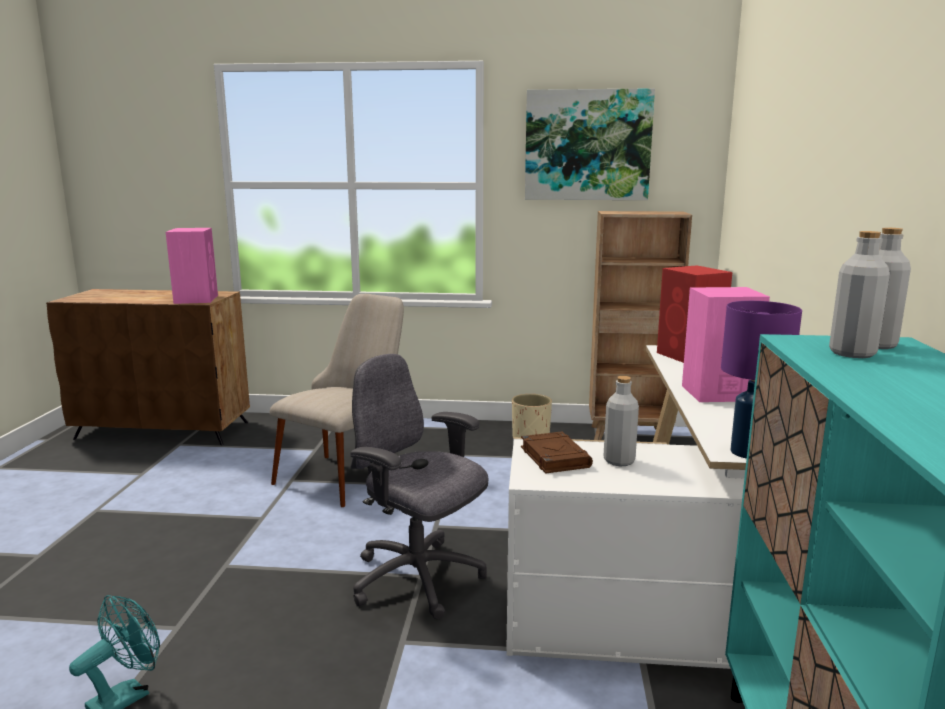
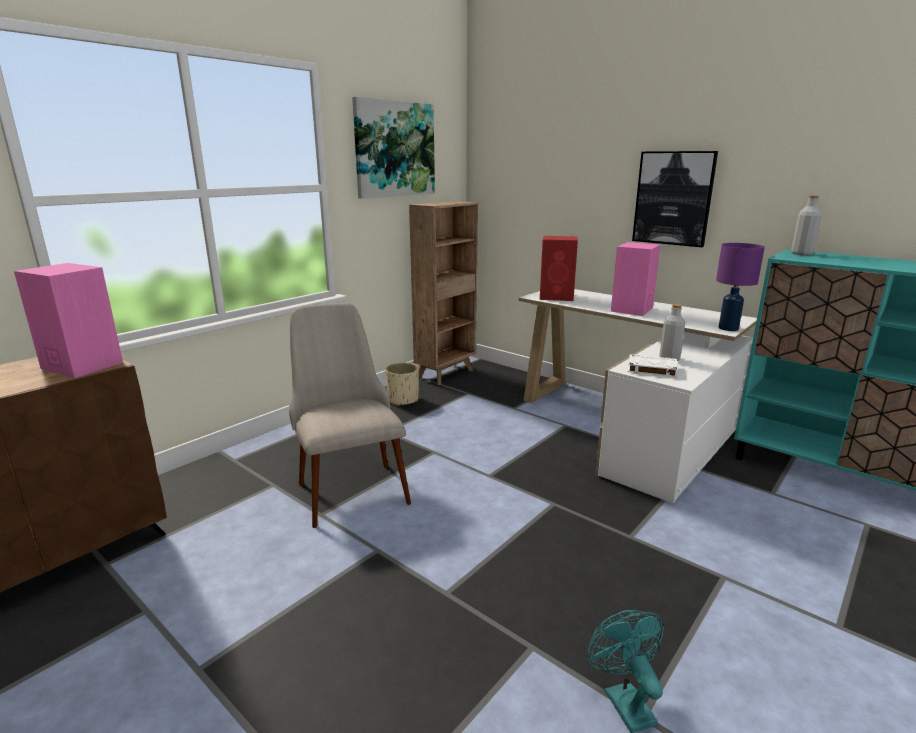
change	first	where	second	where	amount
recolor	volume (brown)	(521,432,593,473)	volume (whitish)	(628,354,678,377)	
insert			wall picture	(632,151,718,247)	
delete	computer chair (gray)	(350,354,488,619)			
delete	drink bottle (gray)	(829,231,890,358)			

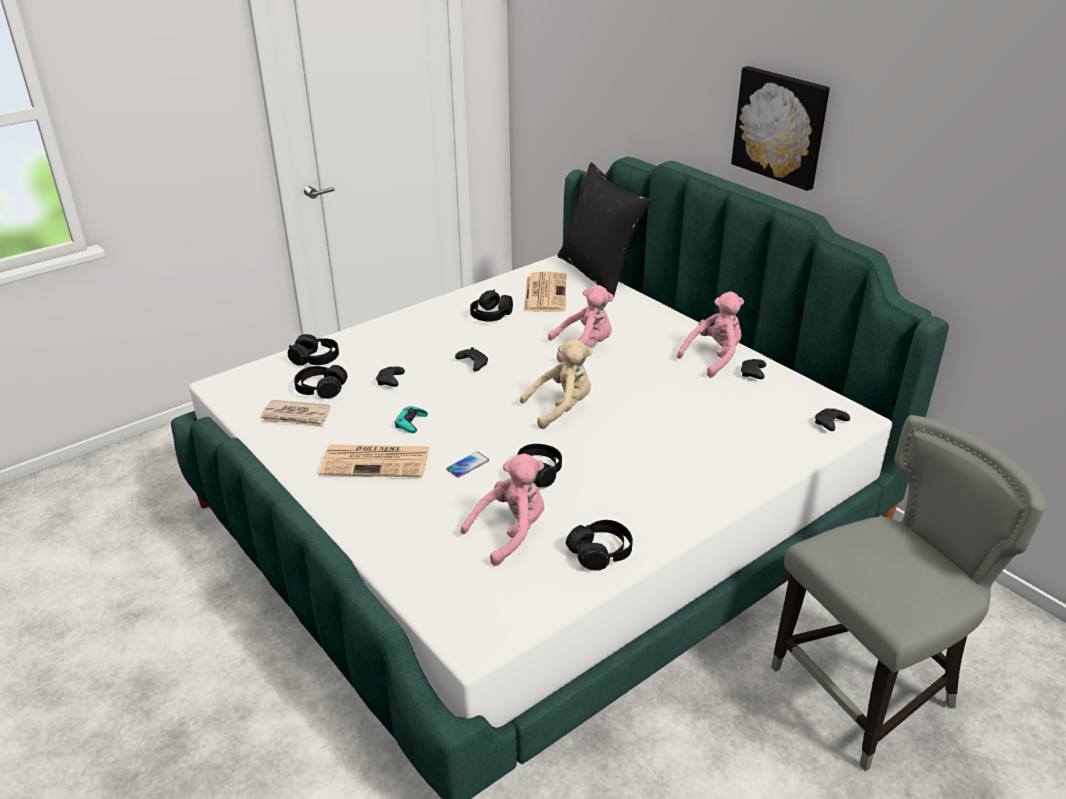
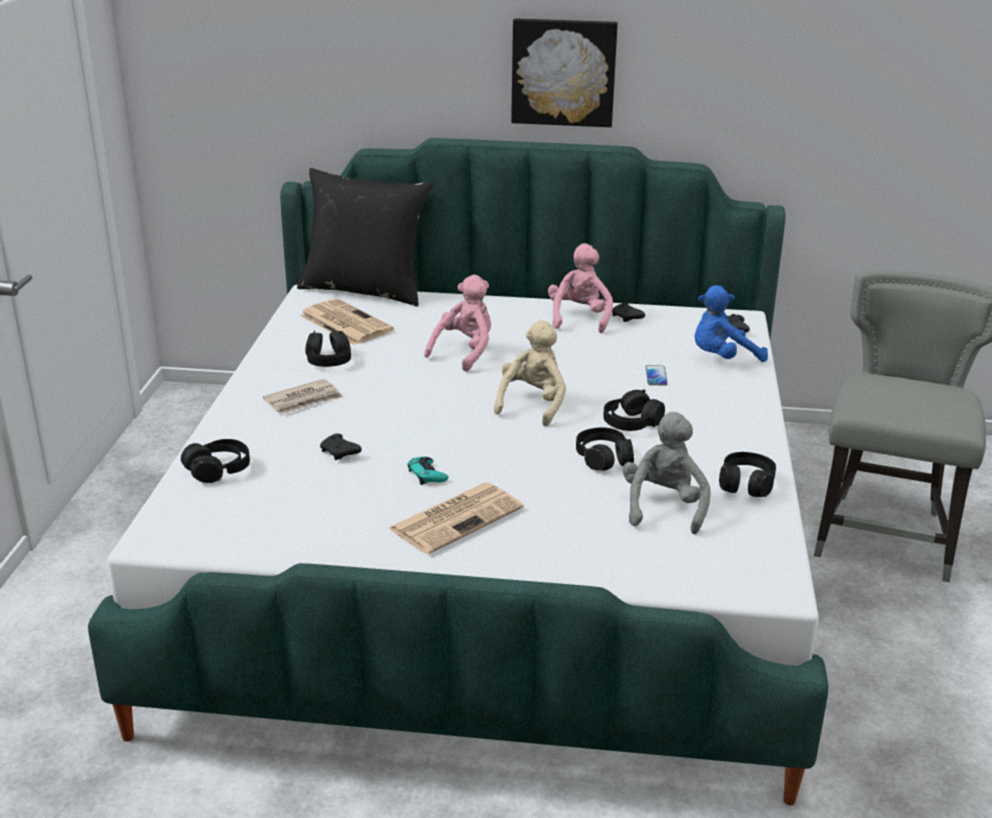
change	first	where	second	where	amount
move	printed paper	(261,400,330,427)		(263,379,343,414)	
move	headset (black-coloured)	(294,365,348,399)		(603,389,665,431)	
recolor	soft toy (pink-coloured)	(461,453,544,566)	soft toy (gray)	(623,412,711,534)	
move	handset	(446,452,489,478)		(646,365,667,386)	
insert			soft toy (bluish)	(695,285,768,362)	
delete	joypad (black-coloured)	(455,347,488,372)			

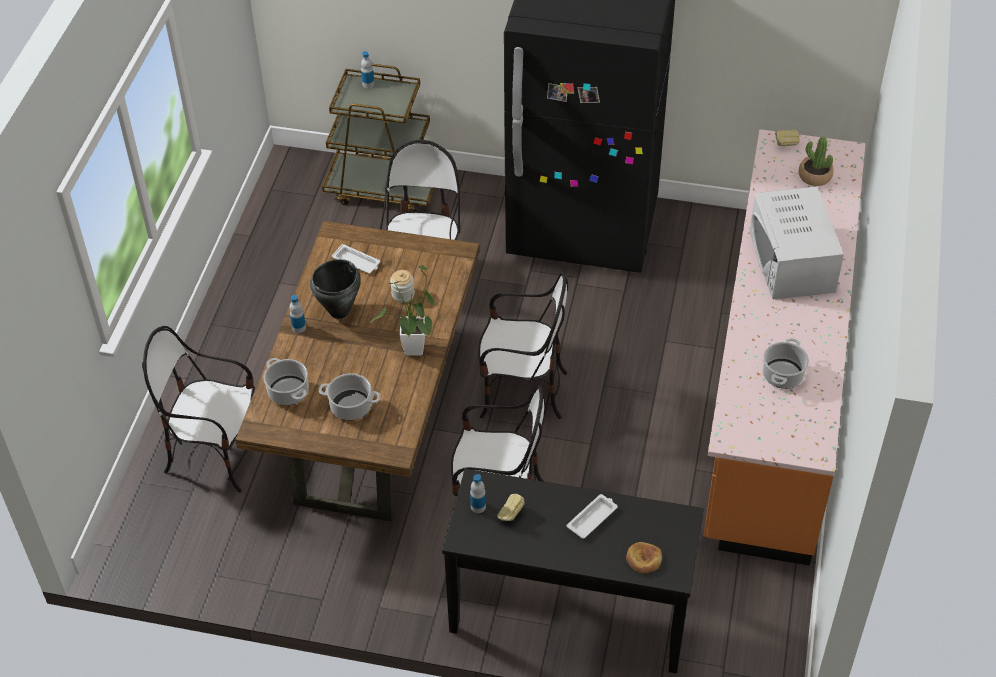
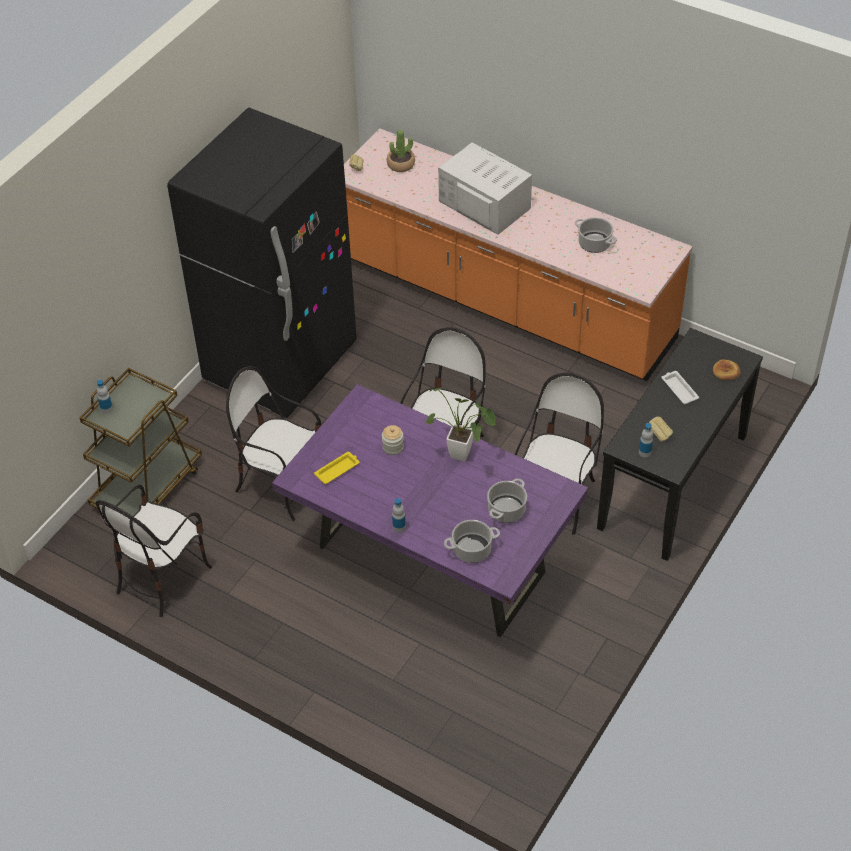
change	first	where	second	where	amount
move	upright chair	(142,326,255,493)		(96,485,212,617)	
recolor	dining table (brown)	(235,221,479,522)	dining table (purple-coloured)	(272,384,588,637)	
recolor	carrying tray (whitish)	(332,244,380,273)	carrying tray (yellowish)	(314,452,359,484)	
rotate	microwave (whitish)	(749,187,844,299)		(438,142,532,235)	150 degrees counterclockwise
delete	cooking pot (black-coloured)	(310,259,361,319)			

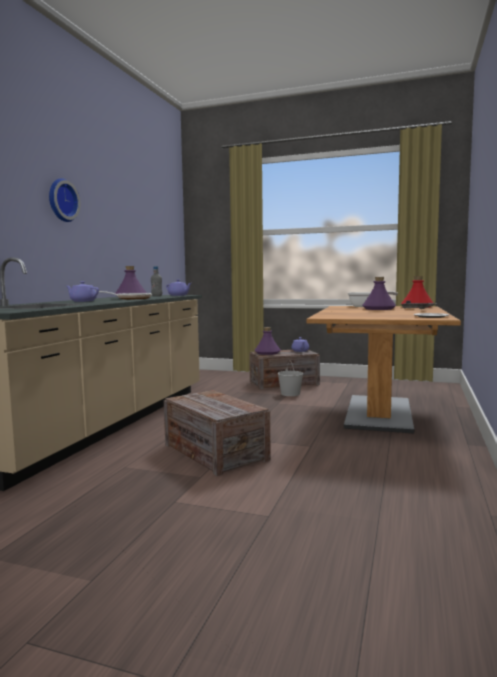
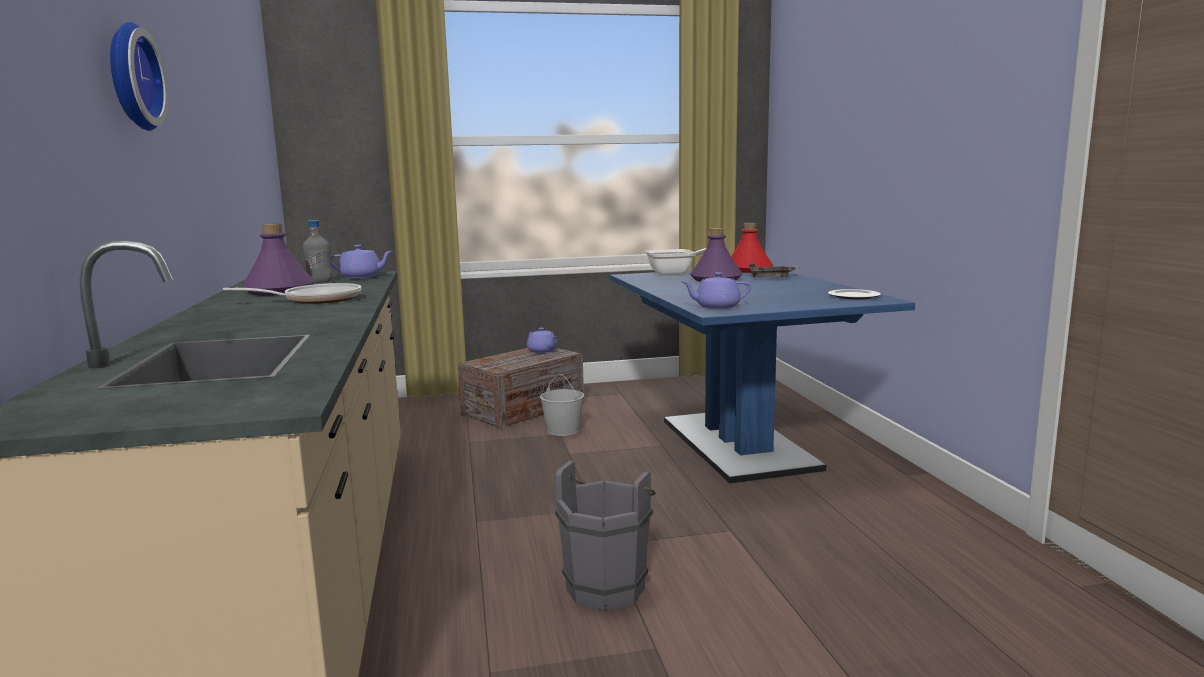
change	first	where	second	where	amount
replace	shipping crate	(164,390,271,476)	pail (gray)	(555,461,656,611)	
recolor	dining table (brown)	(306,306,461,433)	dining table (bluish)	(610,270,915,483)	
move	tea pot (purple-coloured)	(66,281,99,302)		(681,272,751,309)	
delete	drink bottle (purple-coloured)	(254,327,281,355)			

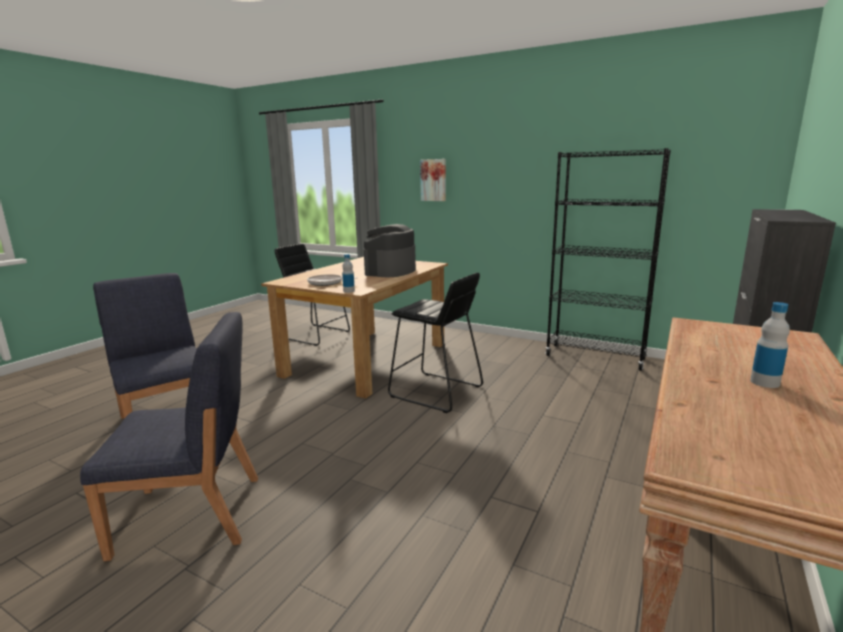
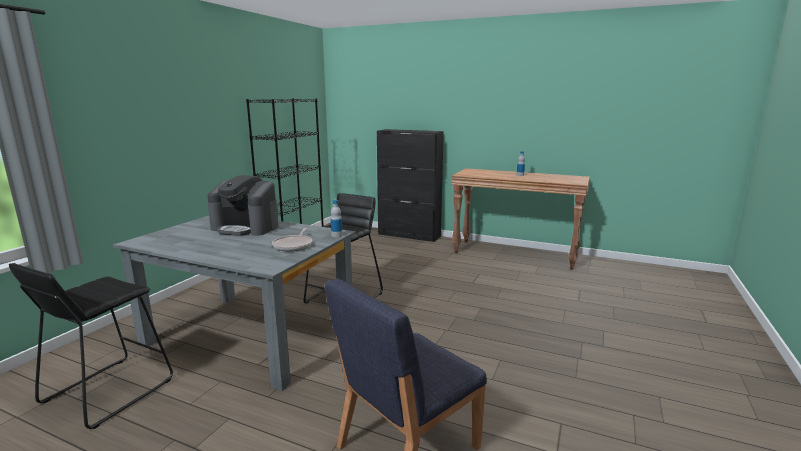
change	first	where	second	where	amount
recolor	dining table (brown)	(261,257,448,399)	dining table (gray)	(113,216,356,391)	
delete	upright chair (bluish)	(80,312,258,561)			
delete	wall picture	(420,159,446,201)			

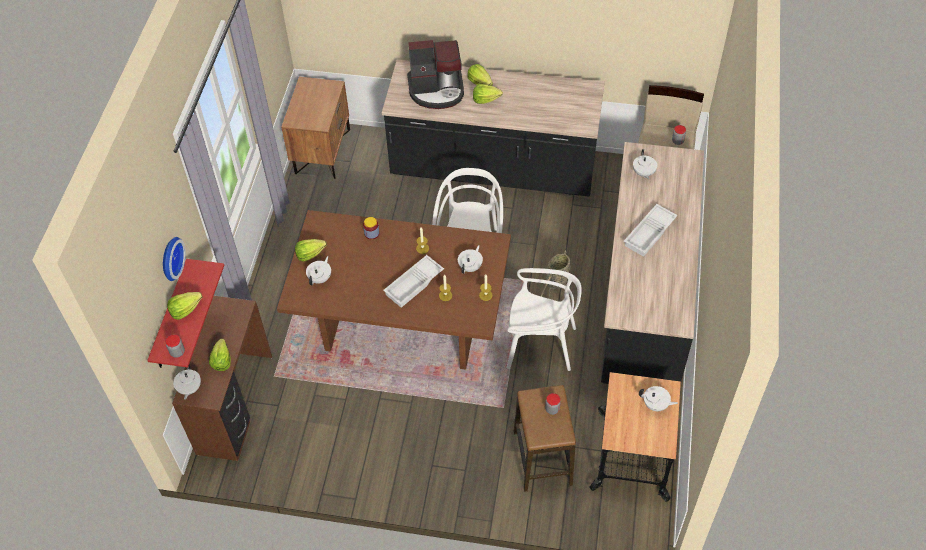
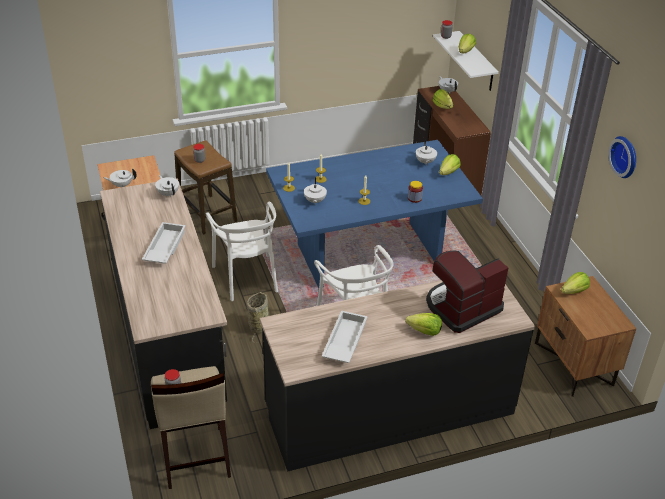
change	first	where	second	where	amount
move	tea pot (whitish)	(633,149,657,179)		(155,175,179,197)	
rotate	upright chair (whitish)	(506,268,582,371)		(206,202,278,301)	90 degrees counterclockwise
recolor	dining table (brown)	(277,210,511,370)	dining table (bluish)	(266,140,483,288)	
move	carrying tray (whitish)	(383,255,444,308)		(322,311,368,363)	
recolor	bracket shelf (reddish)	(147,259,224,368)	bracket shelf (whitish)	(433,31,499,91)	
move	head of lettuce	(473,84,503,104)		(561,272,590,294)	
move	hanging clock	(163,237,186,281)		(608,136,636,178)	

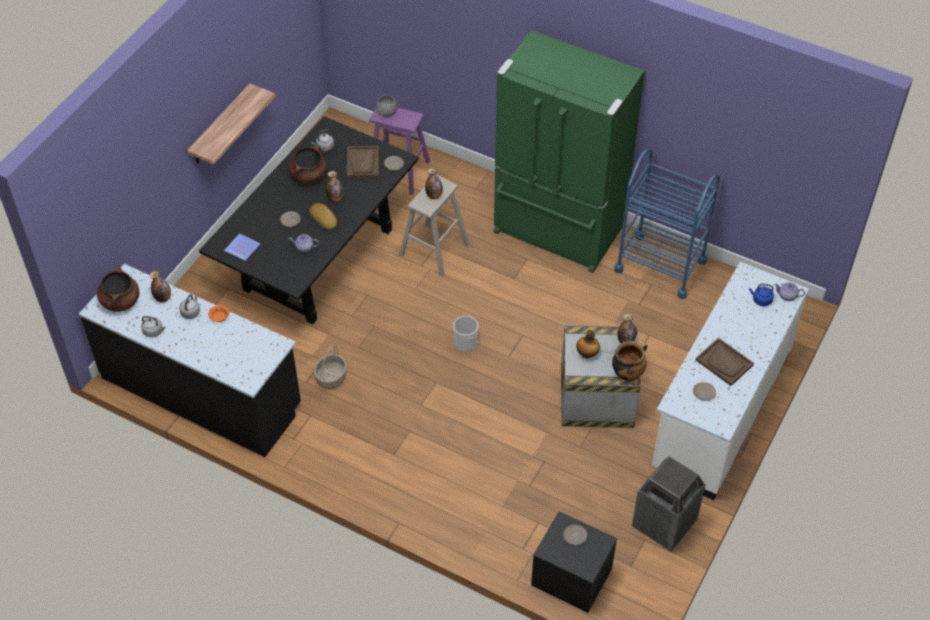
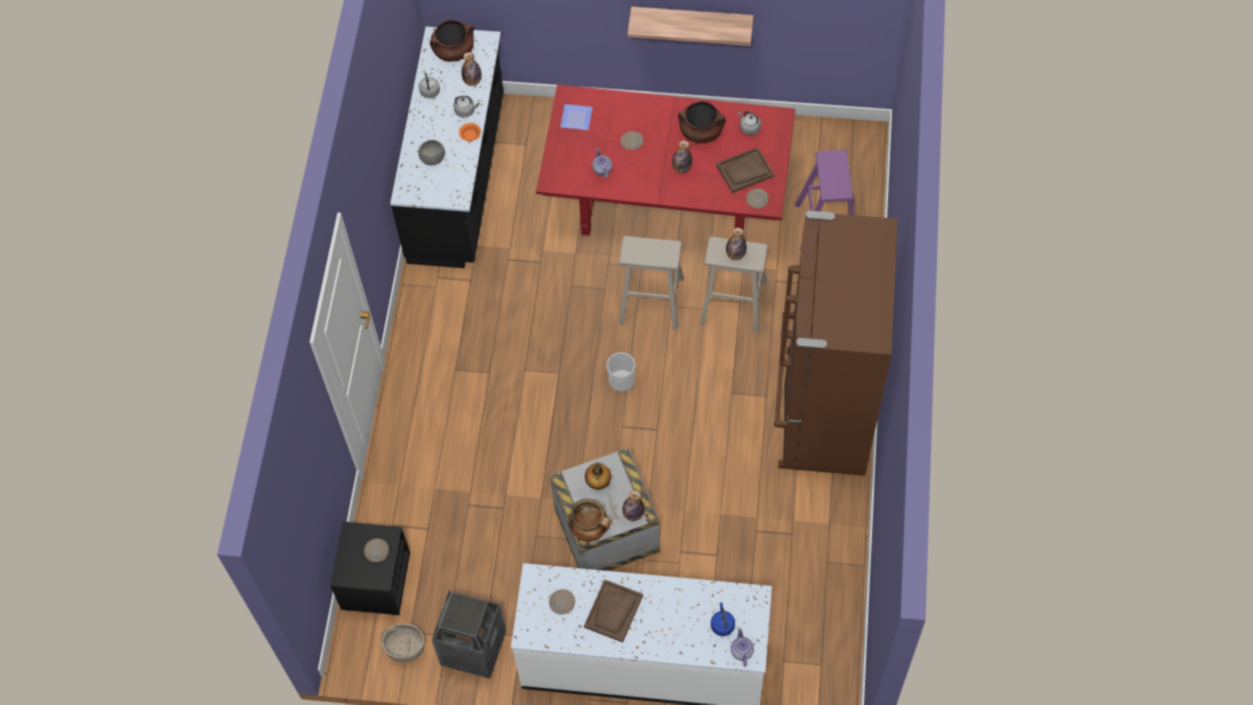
change	first	where	second	where	amount
move	basket	(314,345,346,389)		(381,623,425,663)	
move	serving bowl (gray)	(376,95,397,117)		(418,140,445,165)	
recolor	dining table (black-coloured)	(199,116,419,324)	dining table (reddish)	(536,84,795,236)	
insert			stool (beige-coloured)	(619,236,684,330)	
recolor	refrigerator (green)	(494,30,645,273)	refrigerator (brown)	(774,211,897,476)	
delete	bread	(309,203,337,229)			
delete	wheeled cart (bluish)	(614,149,720,299)			

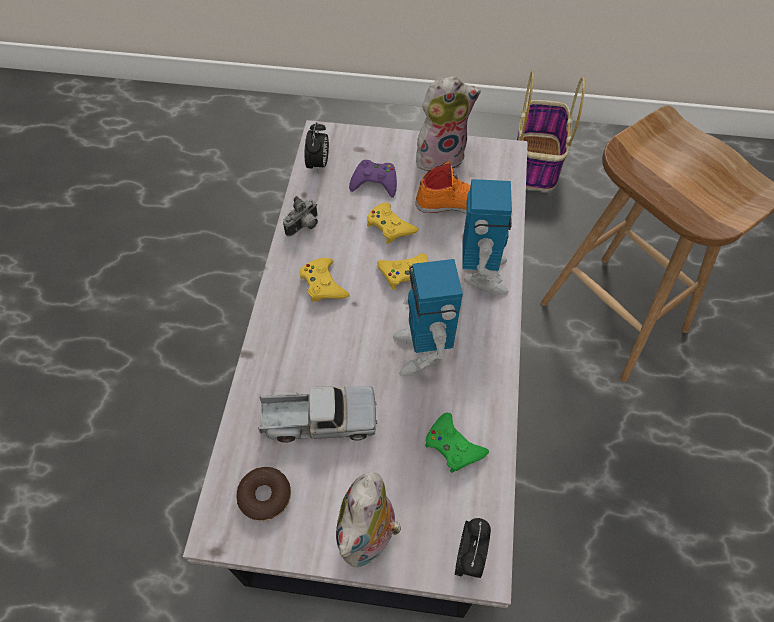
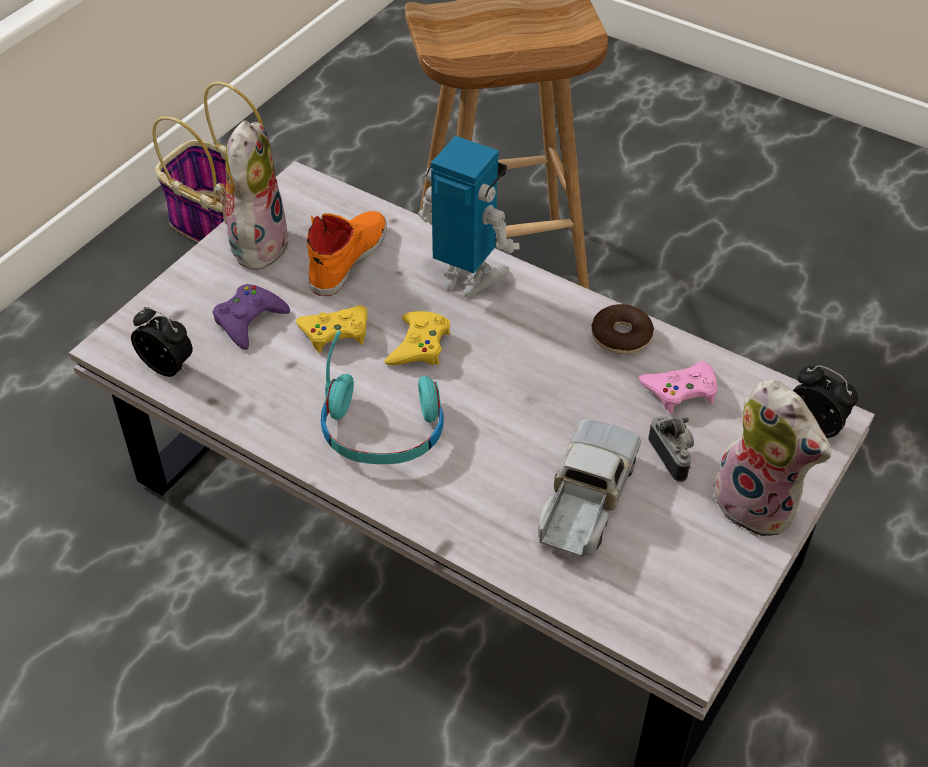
change	first	where	second	where	amount
replace	joypad (yellowish)	(300,258,350,302)	headset (turquoise)	(321,331,444,464)	
move	ring doughnut	(236,467,291,521)		(591,304,654,355)	
recolor	joypad (green)	(425,413,489,473)	joypad (pink-coloured)	(638,361,718,413)	
move	photo camera	(283,196,318,237)		(648,416,694,482)	
delete	model robot	(393,259,463,376)			

